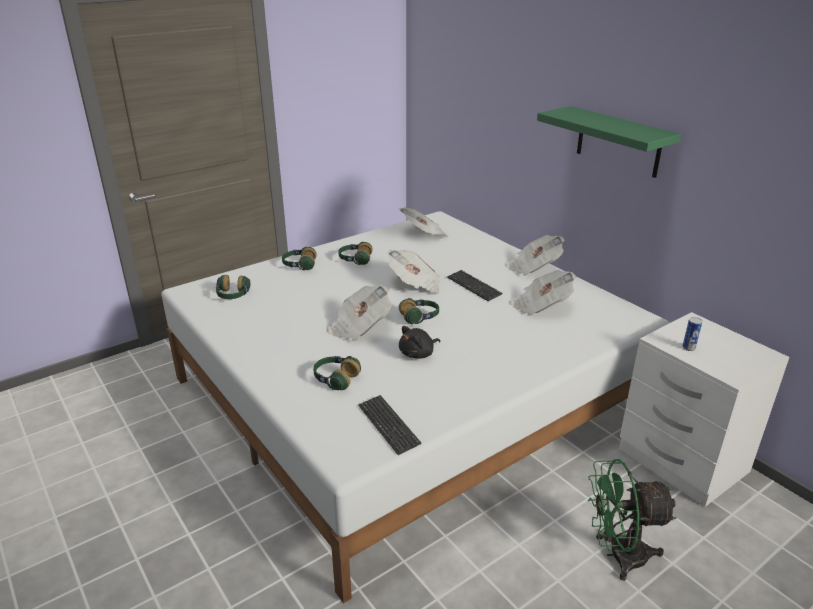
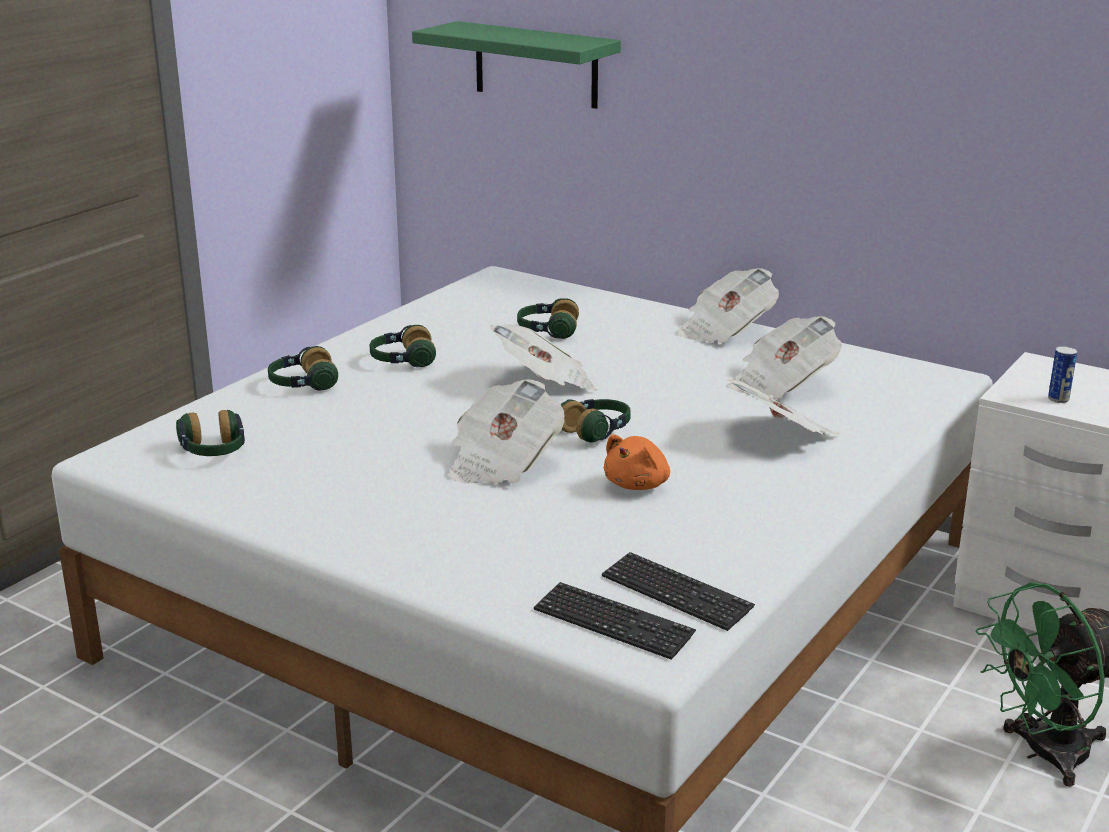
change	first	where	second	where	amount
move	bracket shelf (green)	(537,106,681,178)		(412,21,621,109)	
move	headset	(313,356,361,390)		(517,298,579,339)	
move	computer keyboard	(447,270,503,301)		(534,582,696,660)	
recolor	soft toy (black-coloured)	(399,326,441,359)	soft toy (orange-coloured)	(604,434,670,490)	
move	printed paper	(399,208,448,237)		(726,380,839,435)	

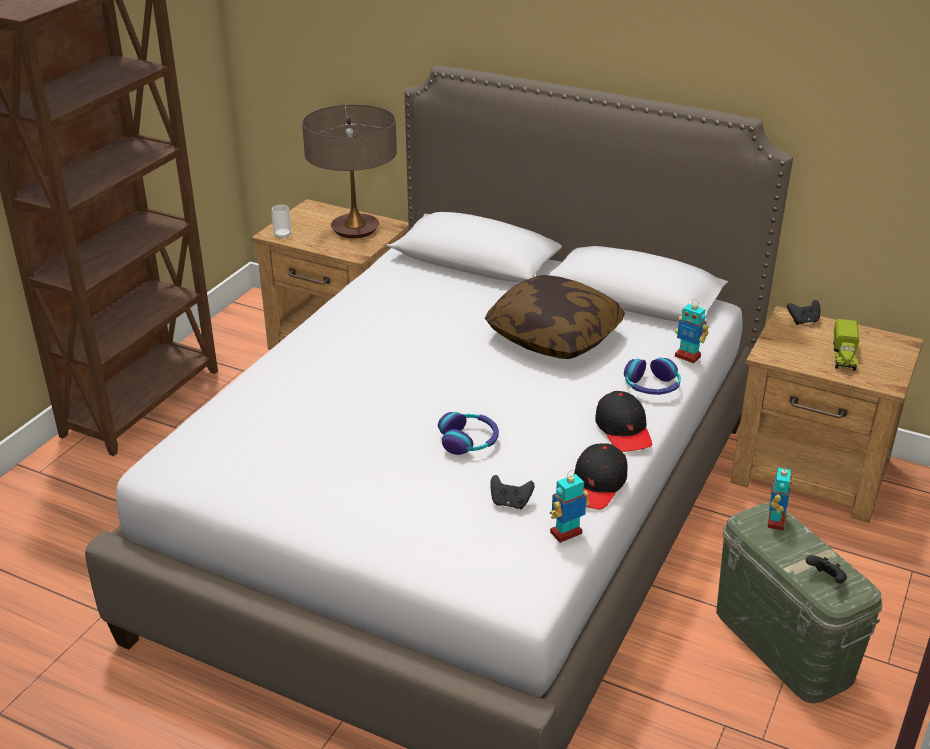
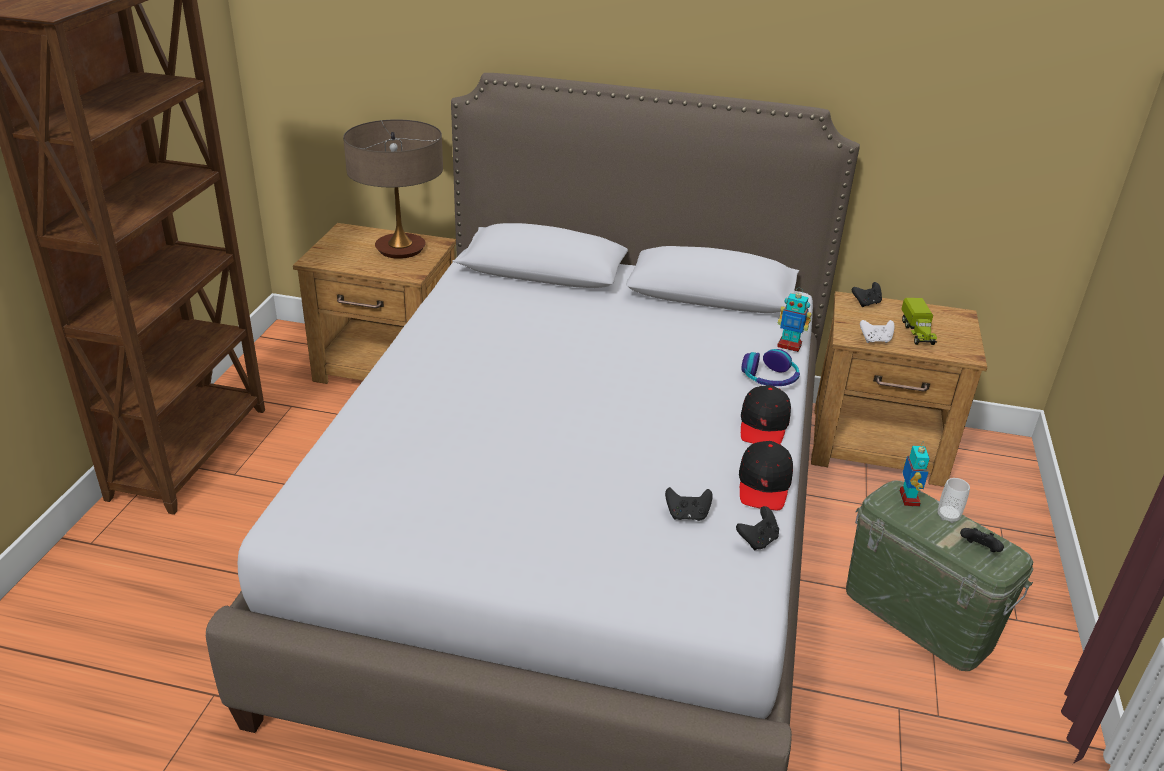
change	first	where	second	where	amount
replace	model robot	(550,470,589,543)	joypad (black-coloured)	(736,506,779,551)	
rotate	baseball cap (black-coloured)	(595,391,652,452)		(741,385,791,444)	45 degrees clockwise
insert			joypad (whitish)	(860,320,895,343)	
move	small cup	(272,205,291,239)		(937,478,970,523)	
delete	headset	(438,412,499,455)			
delete	throw pillow	(485,275,625,359)			

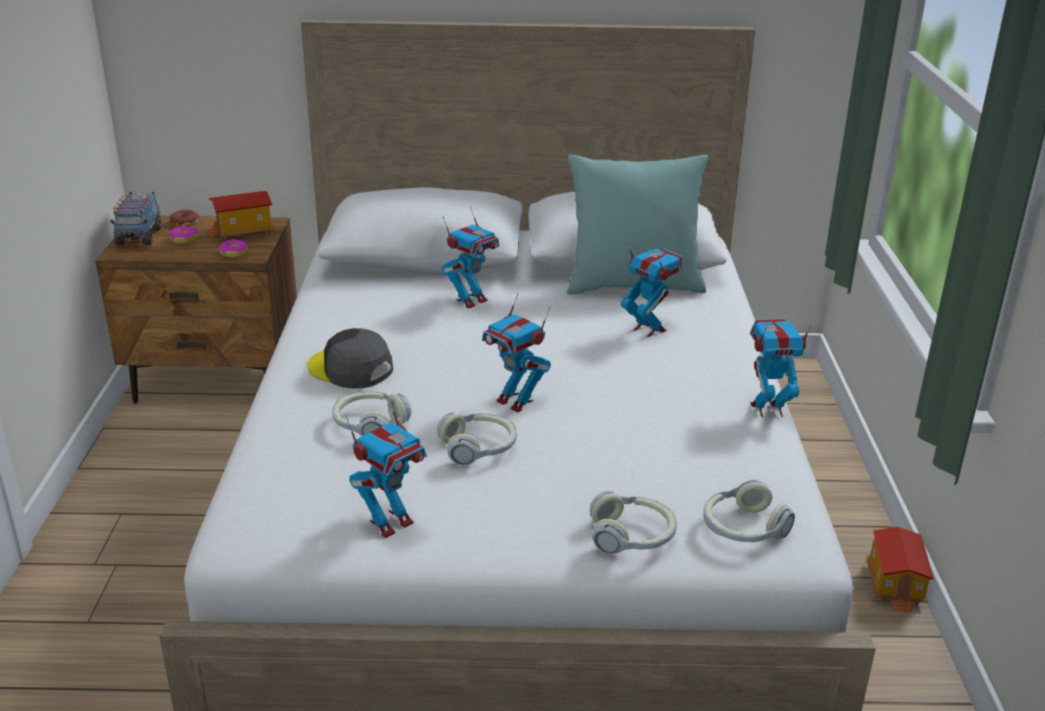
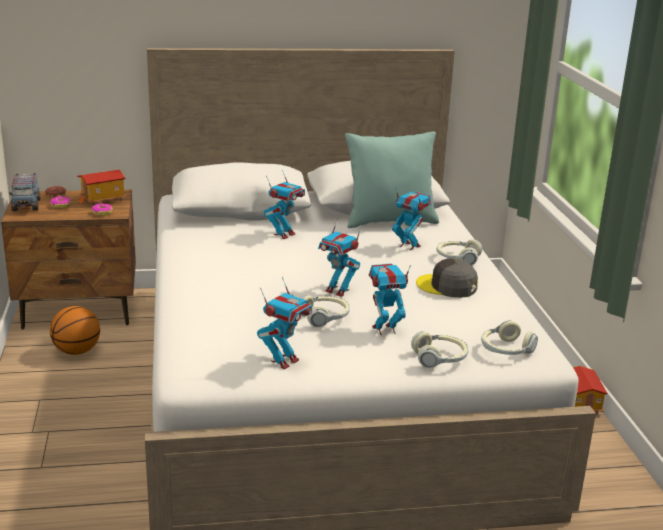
change	first	where	second	where	amount
insert			basketball ball	(50,306,100,355)	
move	model robot	(750,318,812,418)		(369,263,411,335)	
move	baseball cap (gray)	(307,328,393,389)		(416,258,478,298)	
move	headset	(332,391,411,436)		(436,240,482,265)	

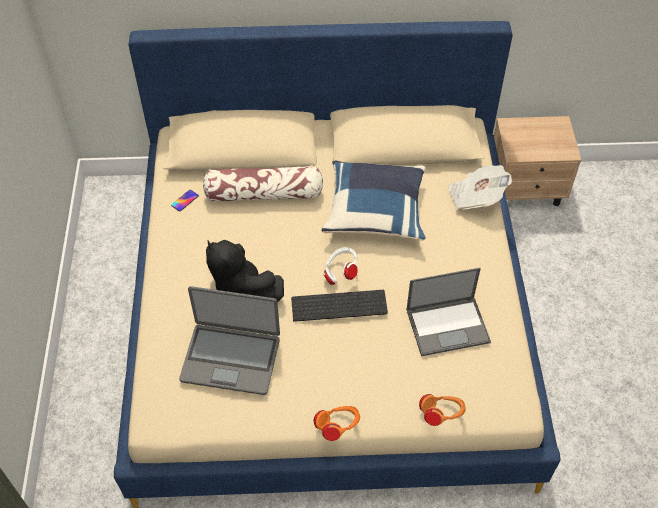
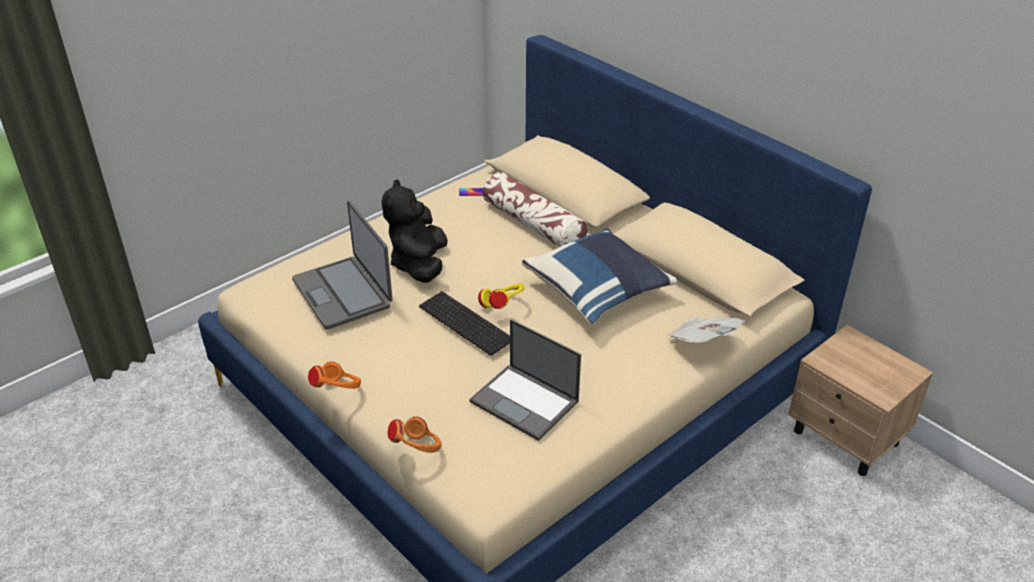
change	first	where	second	where	amount
recolor	headset (whitish)	(323,247,358,285)	headset (yellowish)	(478,283,525,309)	

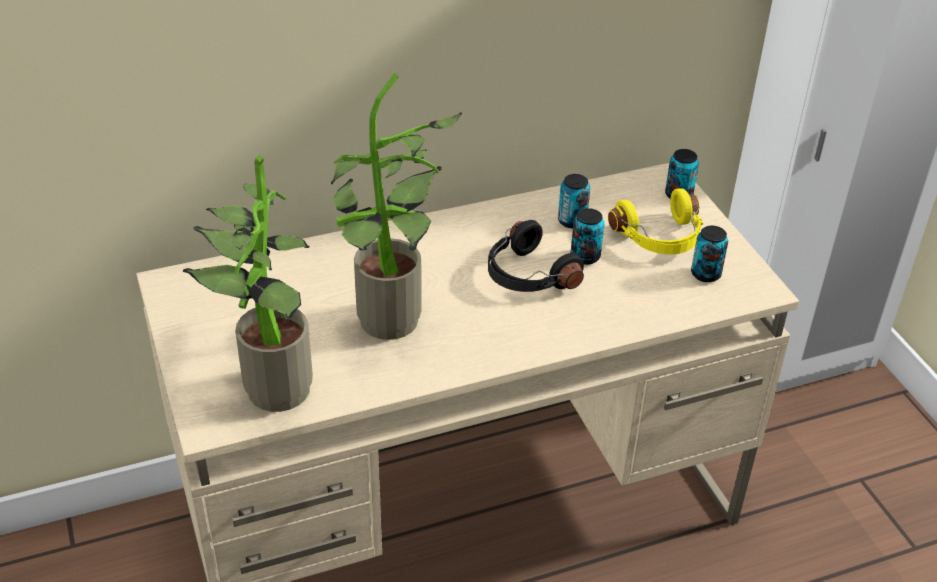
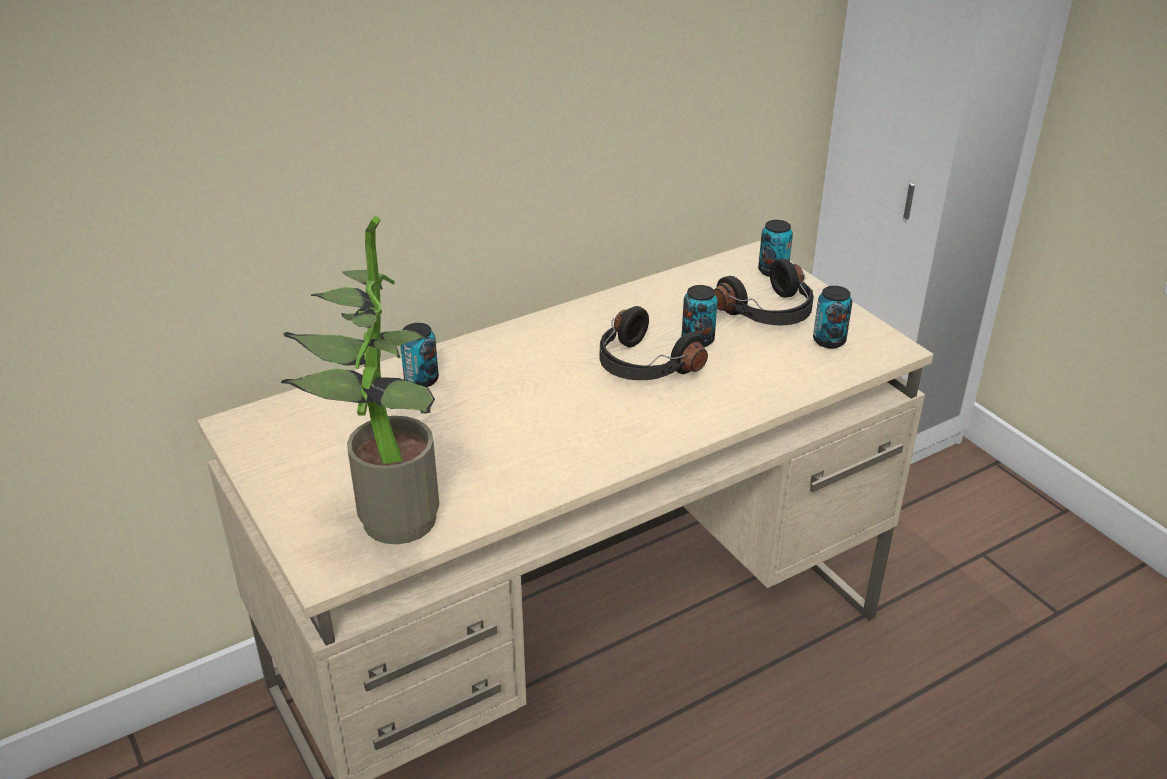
change	first	where	second	where	amount
move	sealed can	(558,174,590,228)		(400,323,439,387)	
recolor	headset (yellowish)	(608,188,703,255)	headset (black-coloured)	(714,259,814,325)	
delete	plant in a pot	(331,73,462,340)			

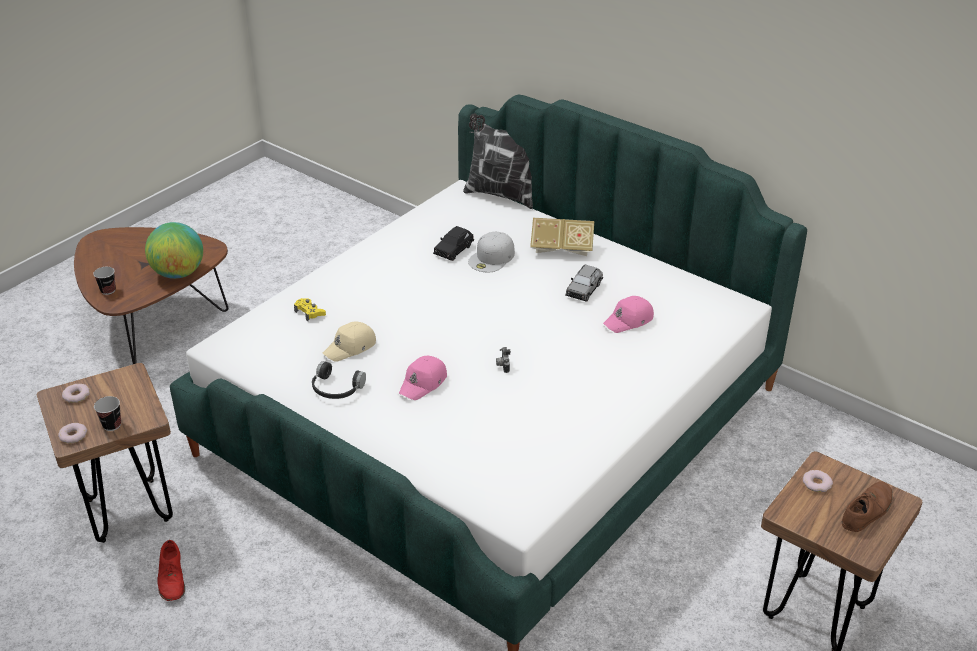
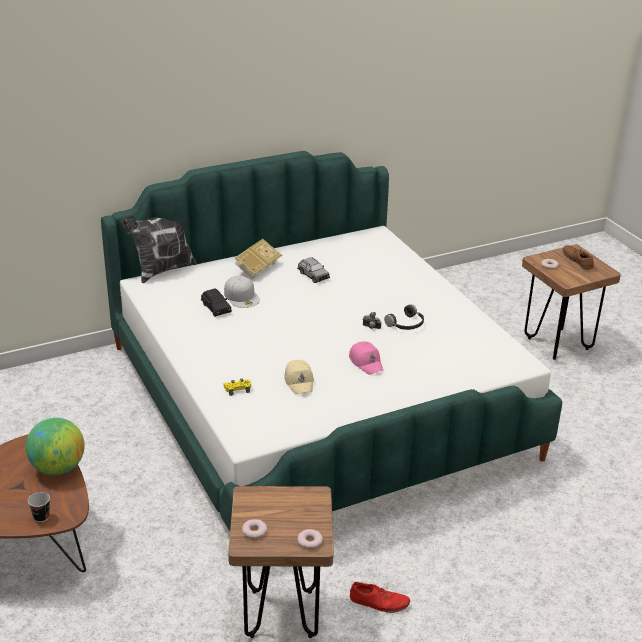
change	first	where	second	where	amount
move	headset (black-coloured)	(312,361,366,399)		(384,304,424,330)	
delete	small cup	(94,396,121,431)			
delete	baseball cap (pink-coloured)	(603,296,654,333)			

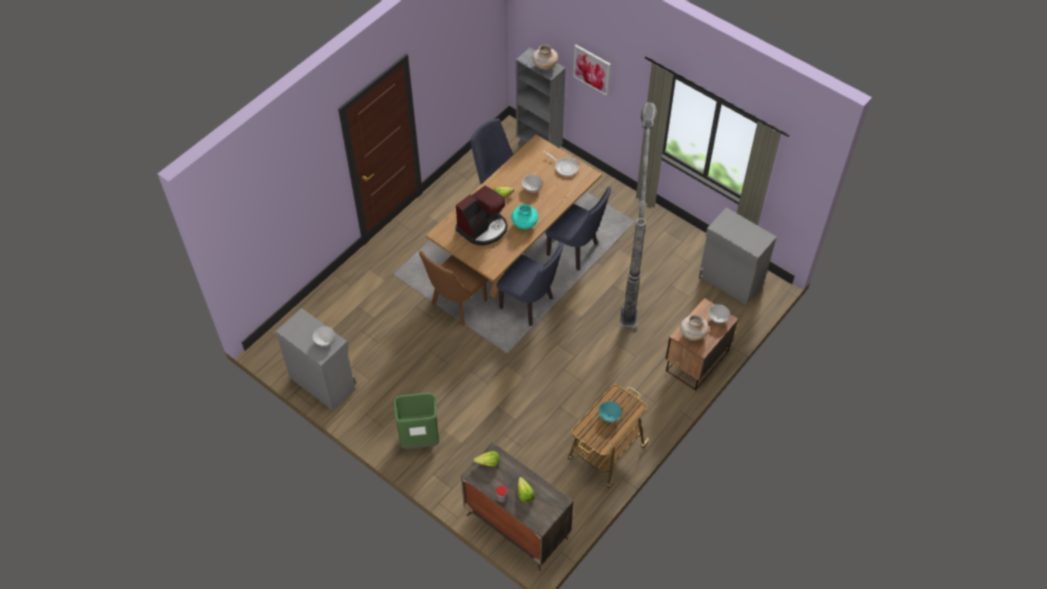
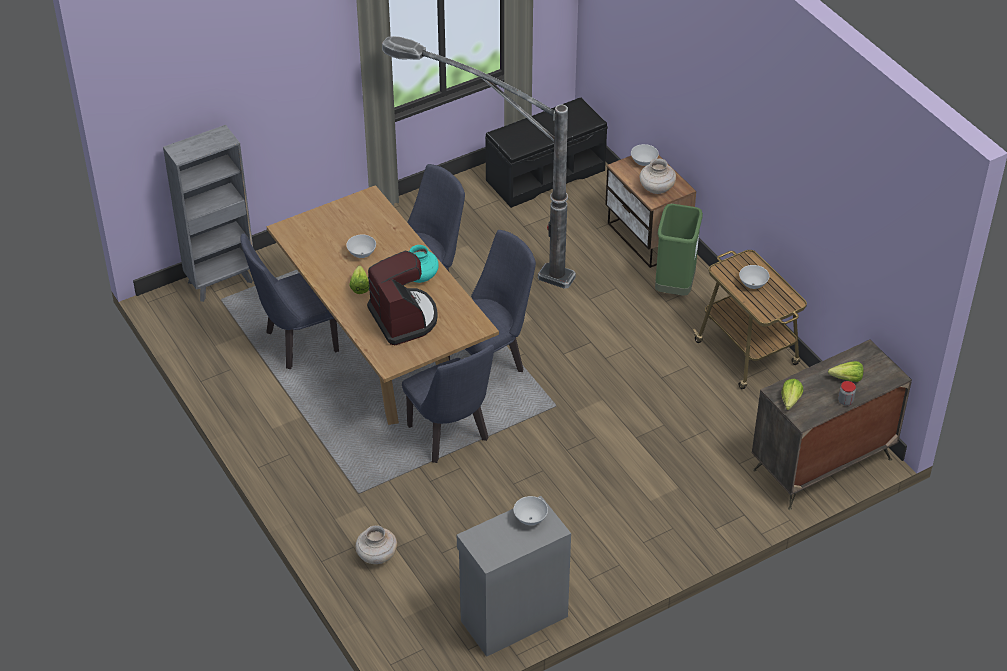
change	first	where	second	where	amount
move	decorative vase (beige-coloured)	(532,44,558,70)		(356,525,397,564)	
recolor	upright chair (brown)	(419,251,488,325)	upright chair (bluish)	(402,344,494,463)	
replace	cabinet (gray)	(699,207,777,305)	long seat (black-coloured)	(485,97,608,208)	
move	trash can (green)	(393,393,439,449)		(655,204,703,296)	
recolor	serving bowl (turquoise)	(599,401,622,422)	serving bowl (whitish)	(739,265,769,289)	
delete	skillet	(543,151,579,176)			
delete	wall picture	(573,45,611,96)			

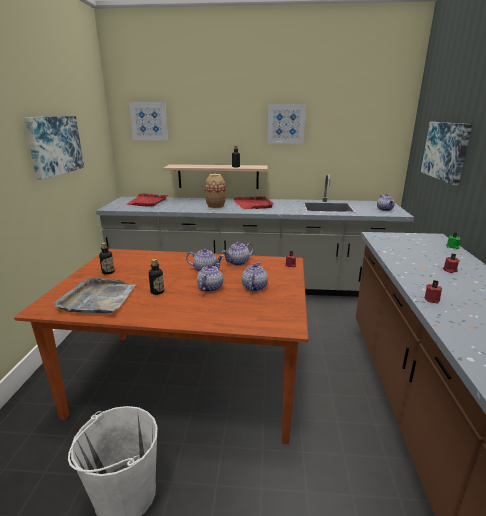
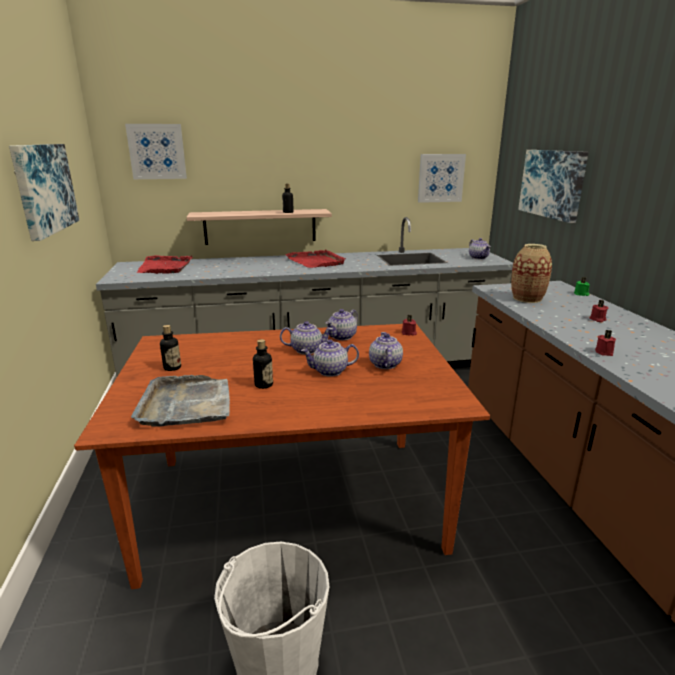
change	first	where	second	where	amount
rotate	tea pot	(197,263,223,292)		(301,339,359,377)	105 degrees counterclockwise
move	wall picture	(267,104,306,144)		(418,154,466,203)	
move	decorative vase	(205,174,226,208)		(511,244,552,303)	

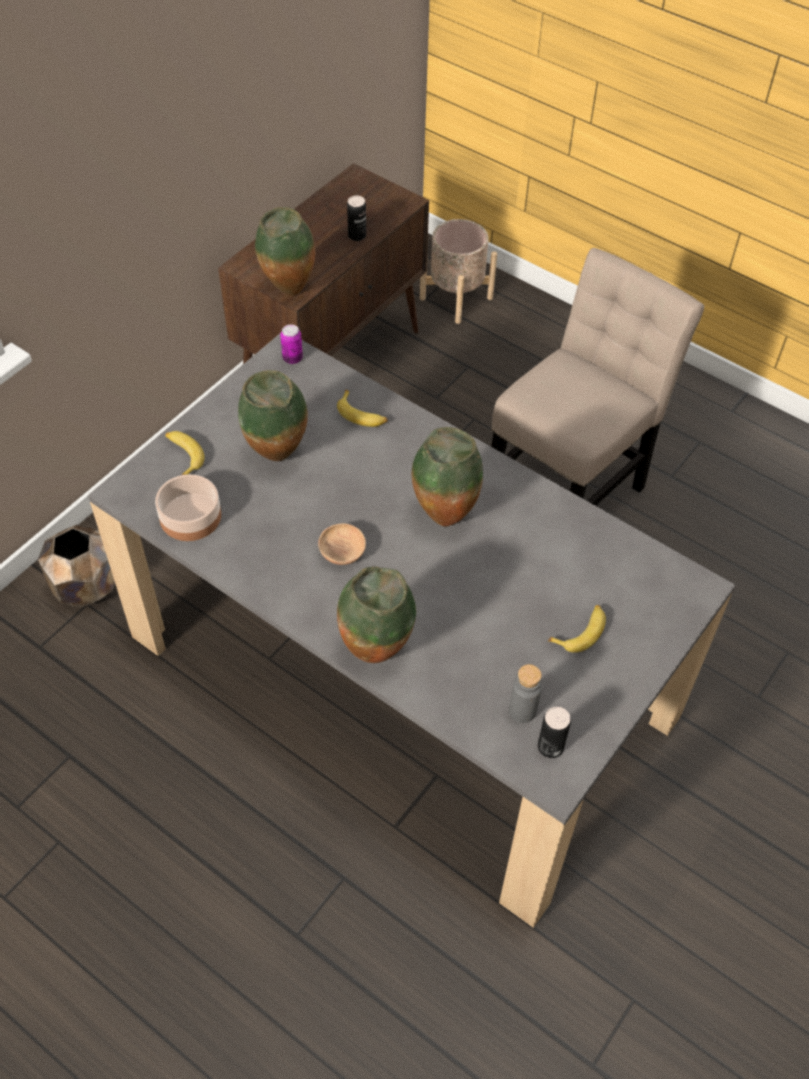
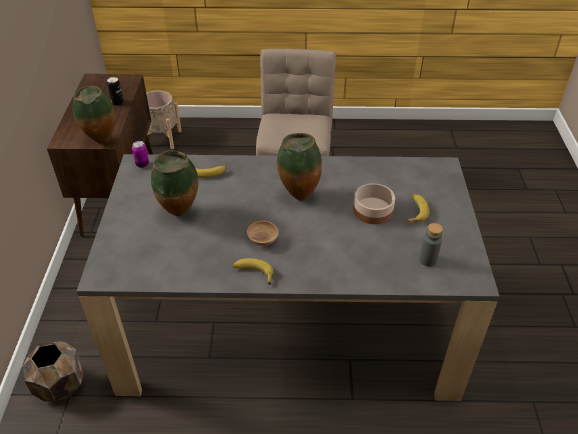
change	first	where	second	where	amount
move	whole banana	(165,431,205,475)		(232,258,274,285)	
move	serving bowl	(155,474,221,541)		(353,183,395,224)	
delete	decorative vase	(337,567,416,663)			
delete	sealed can	(538,707,571,758)			

